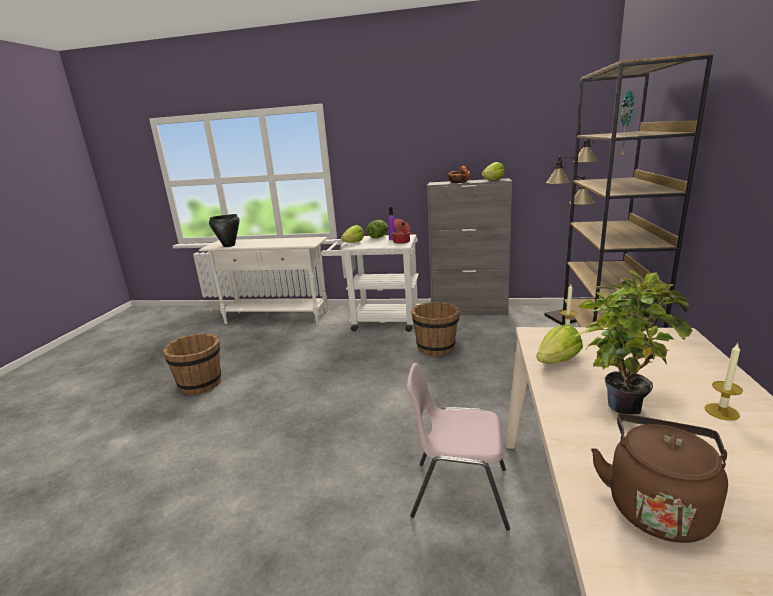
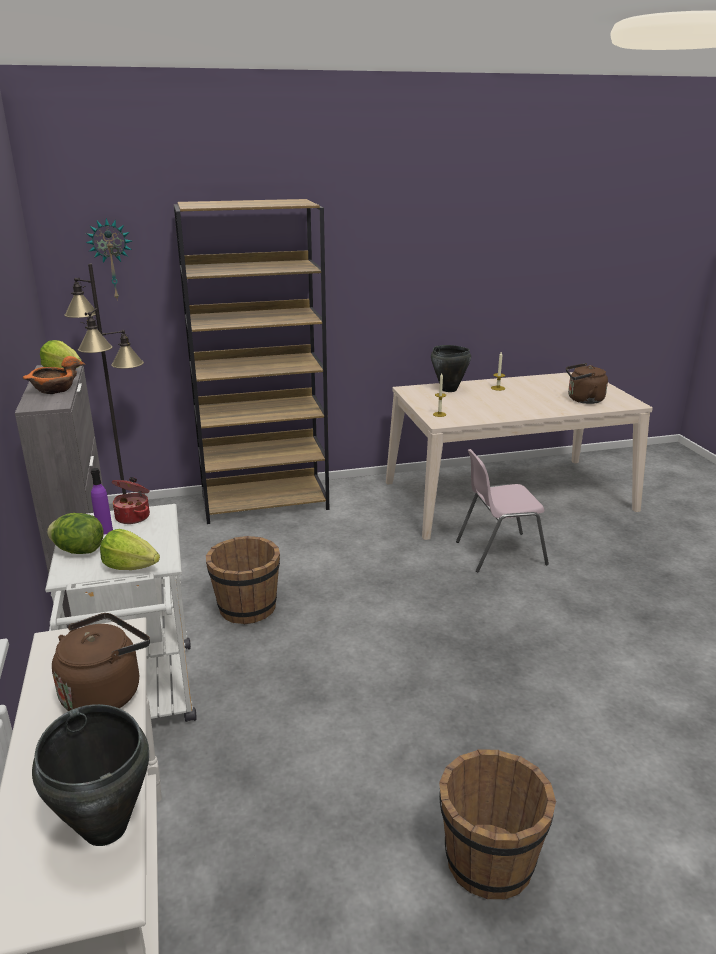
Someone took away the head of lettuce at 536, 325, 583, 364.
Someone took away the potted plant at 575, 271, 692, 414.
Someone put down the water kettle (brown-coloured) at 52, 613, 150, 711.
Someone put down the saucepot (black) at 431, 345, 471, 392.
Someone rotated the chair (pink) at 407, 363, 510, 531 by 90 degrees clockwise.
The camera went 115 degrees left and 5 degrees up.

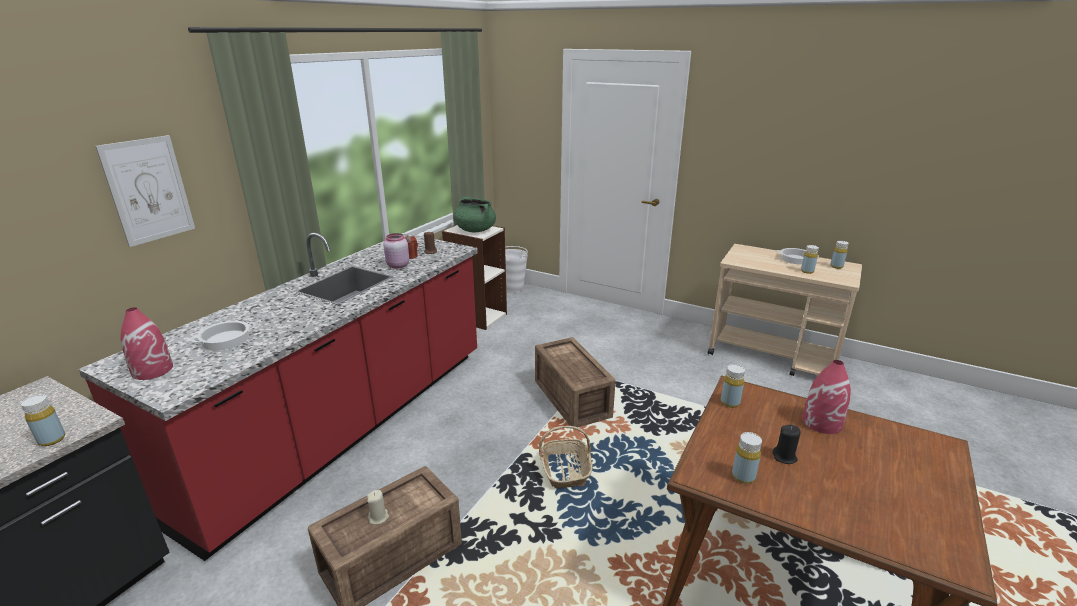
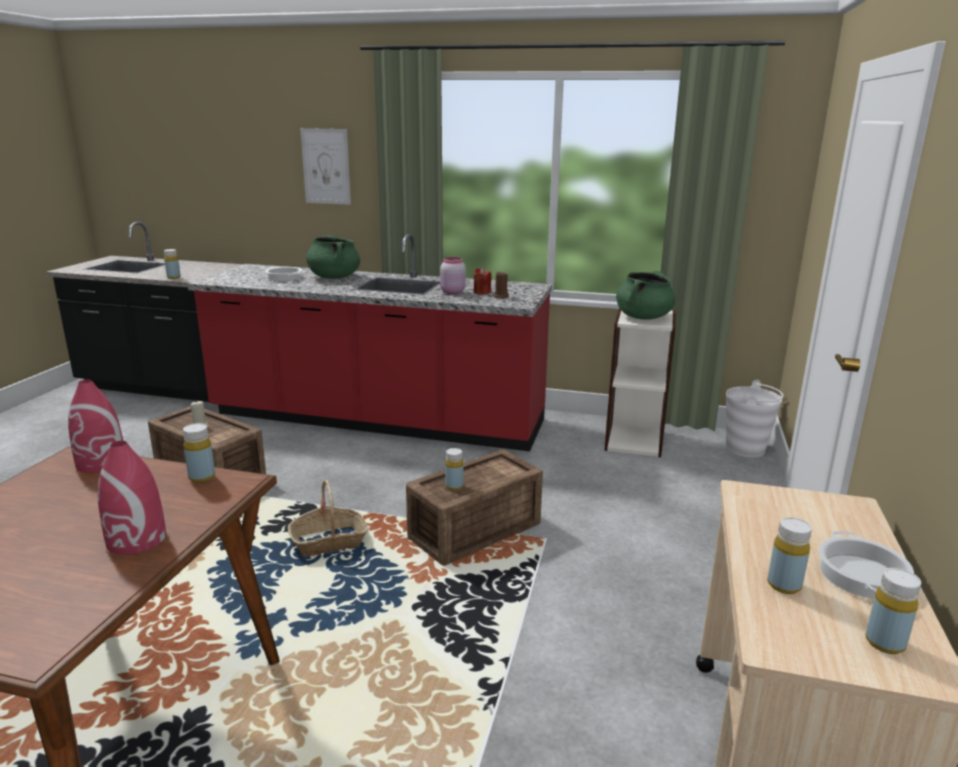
Someone took away the candle (black) at 773, 425, 800, 464.
Someone put down the saucepot (green-coloured) at 306, 235, 360, 279.
Someone carried the flower vase (red-coloured) from 120, 307, 173, 380 to 68, 380, 123, 473.
Someone carried the beverage bottle (yellow-coloured) from 732, 432, 762, 484 to 445, 448, 464, 490.
The camera went 75 degrees right and 5 degrees down.

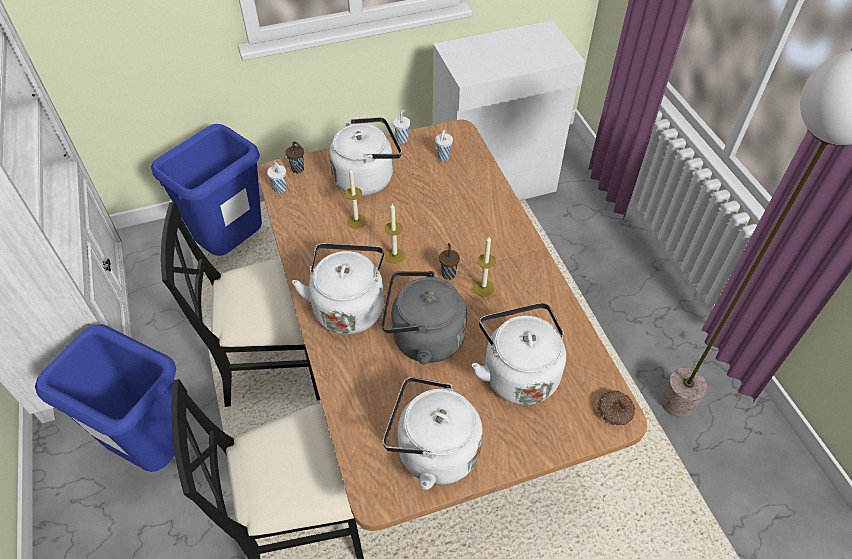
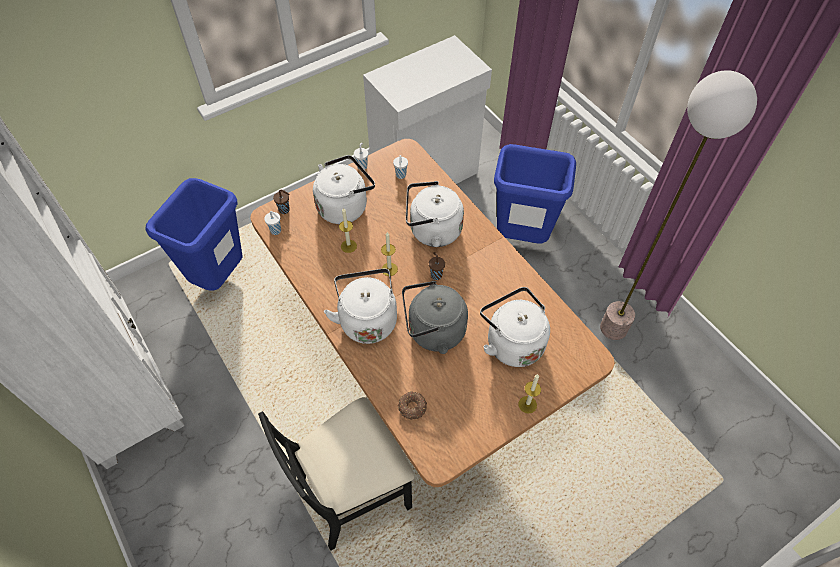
Someone took away the chair (black) at 161, 202, 320, 407.
Someone carried the waste bin (blue-coloured) from 35, 324, 176, 472 to 494, 144, 576, 244.
Someone carried the water kettle (white-coloured) from 383, 377, 483, 490 to 406, 181, 464, 247.
Someone carried the candle from 473, 237, 496, 296 to 518, 374, 541, 414.
Someone carried the donut from 597, 390, 635, 425 to 398, 391, 427, 420.
The camera went 15 degrees left and 5 degrees up.

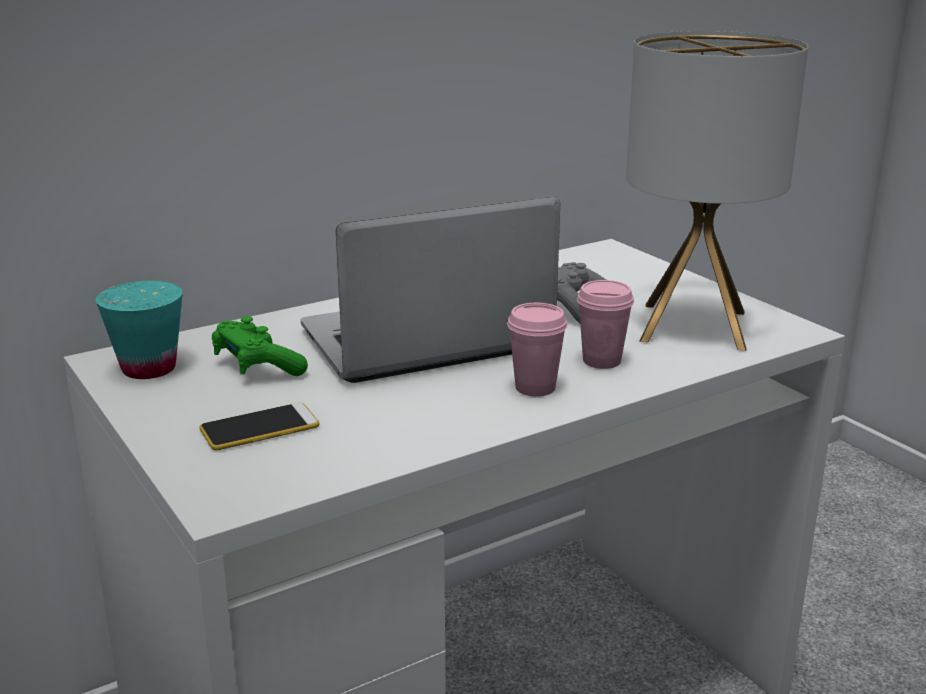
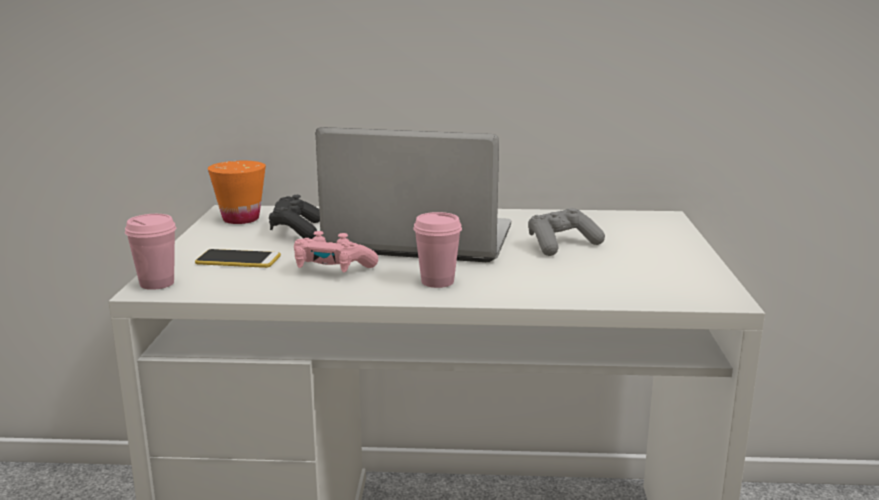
Someone took away the lamp for a table at 626, 31, 808, 351.
Someone put down the game controller (pink) at 294, 231, 378, 272.
Someone carried the small cup (pink) from 577, 280, 634, 369 to 125, 214, 176, 290.
Someone repainted the small cup (turquoise-coloured) at 96, 281, 183, 379, which became the small cup (orange) at 208, 161, 266, 224.
Someone repainted the game controller (green-coloured) at 212, 316, 308, 376, which became the game controller (black) at 269, 195, 320, 239.
The camera went 35 degrees right and 5 degrees down.

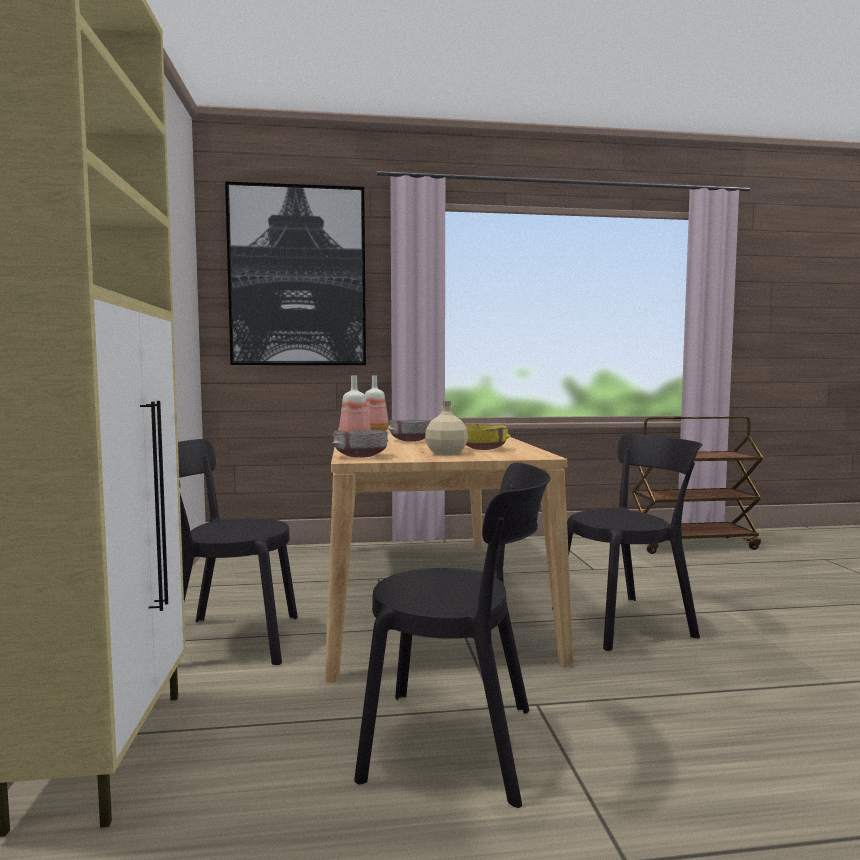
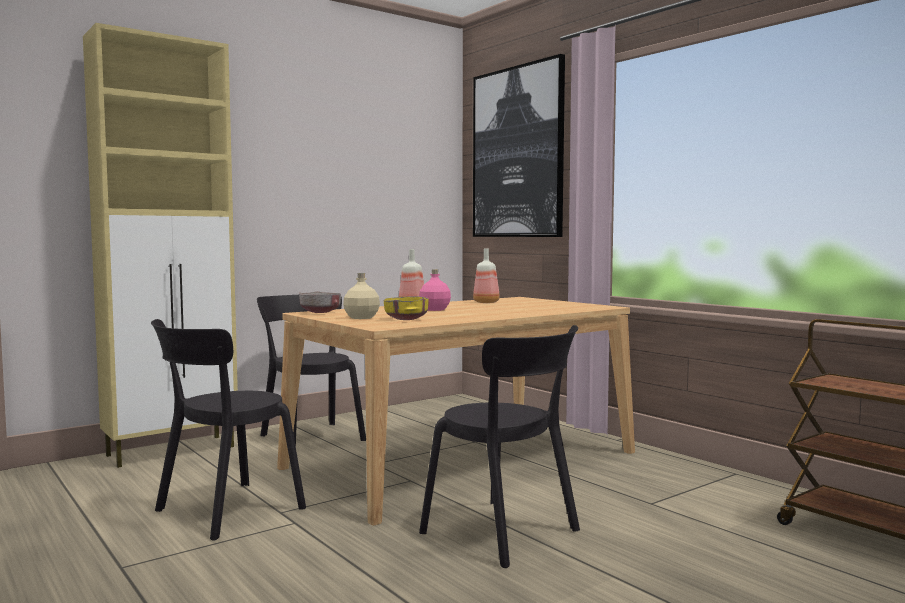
Someone swapped the deep dish (grey) at 388, 420, 432, 442 for the beverage bottle (pink) at 419, 269, 451, 311.
Someone rotated the chair (black) at 354, 463, 551, 808 by 60 degrees clockwise.
The camera went 60 degrees right and 0 degrees up.

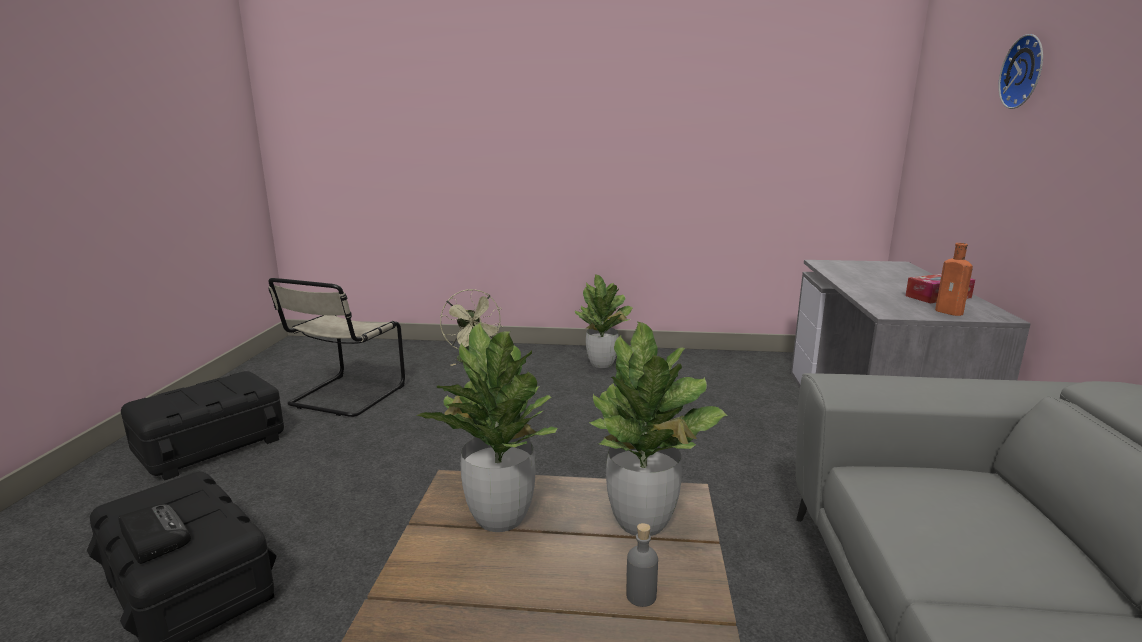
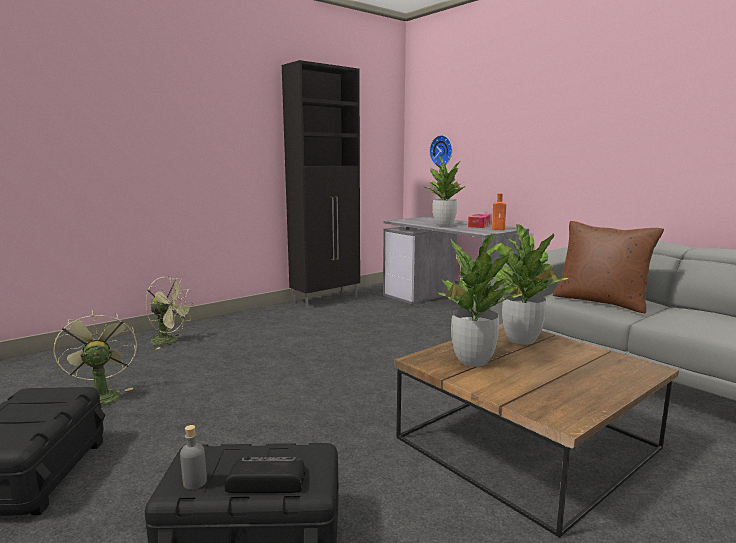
Someone put down the cupboard (black) at 282, 60, 360, 308.
Someone put down the throw pillow (brown-coloured) at 553, 221, 664, 313.
Someone carried the potted plant from 575, 275, 633, 368 to 423, 156, 466, 227.
Someone carried the beverage bottle (grey) from 626, 523, 658, 607 to 180, 425, 207, 490.
Someone carried the hanging clock from 998, 34, 1043, 109 to 429, 135, 452, 166.
Someone swapped the chair (sand-coloured) at 268, 278, 405, 417 for the electric fan (green-coloured) at 53, 310, 137, 406.
The camera went 45 degrees left and 5 degrees down.

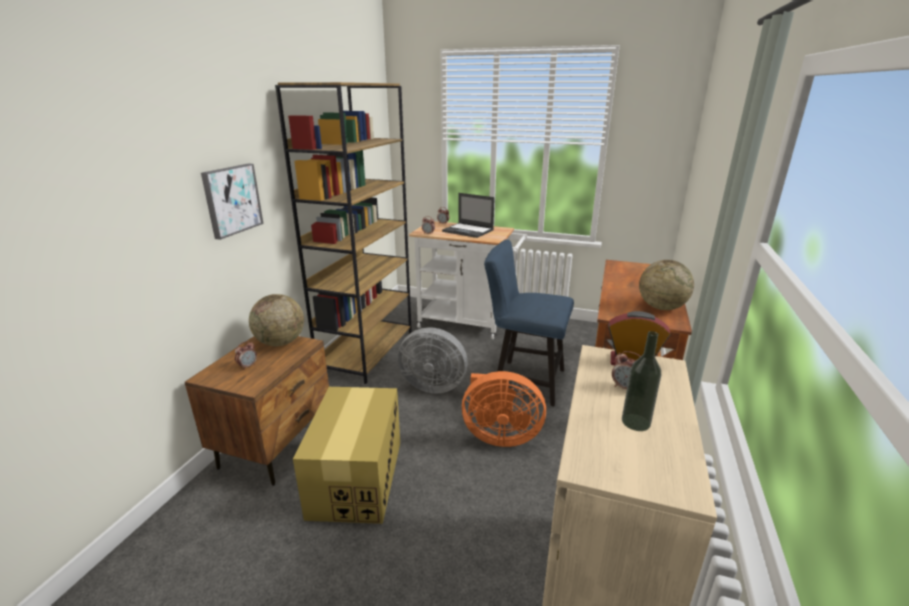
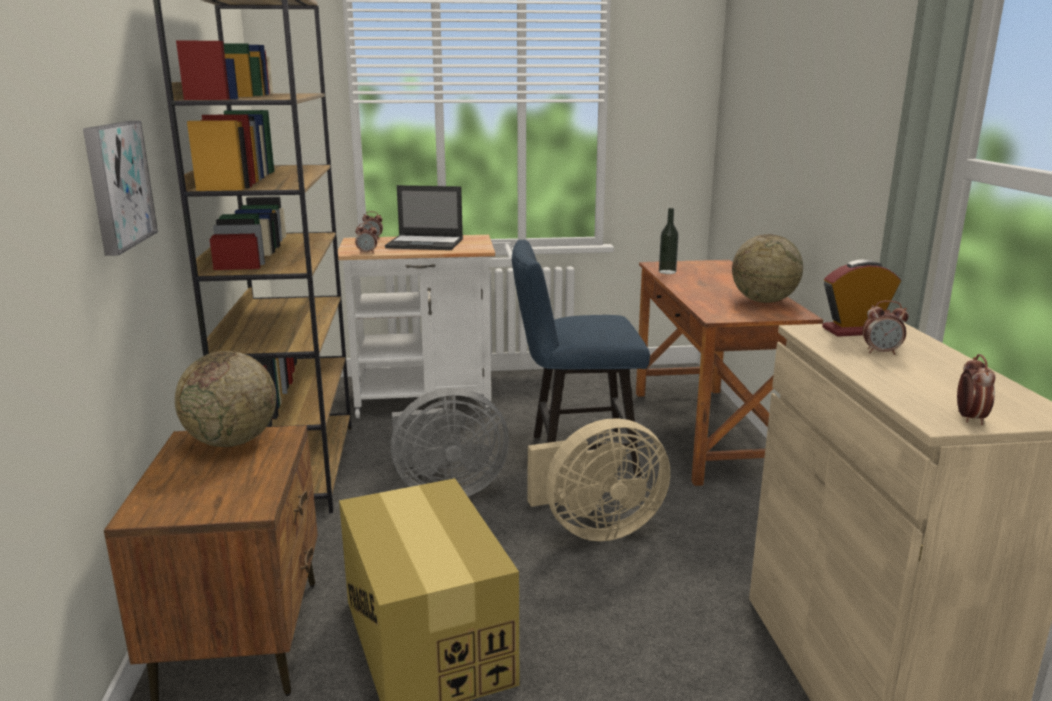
Someone carried the bedside clock from 235, 341, 257, 370 to 957, 354, 995, 425.
Someone carried the beverage bottle from 622, 331, 661, 431 to 659, 208, 679, 274.
Someone repainted the electric fan (orange) at 462, 371, 546, 447, which became the electric fan (sand-coloured) at 528, 418, 670, 541.
The camera went 25 degrees left and 5 degrees down.

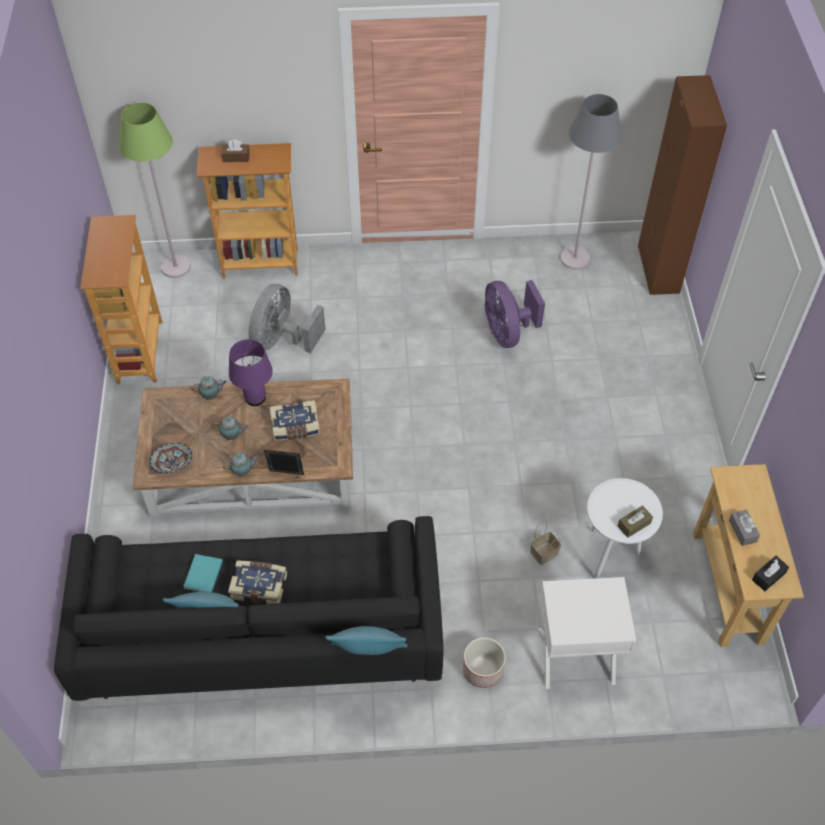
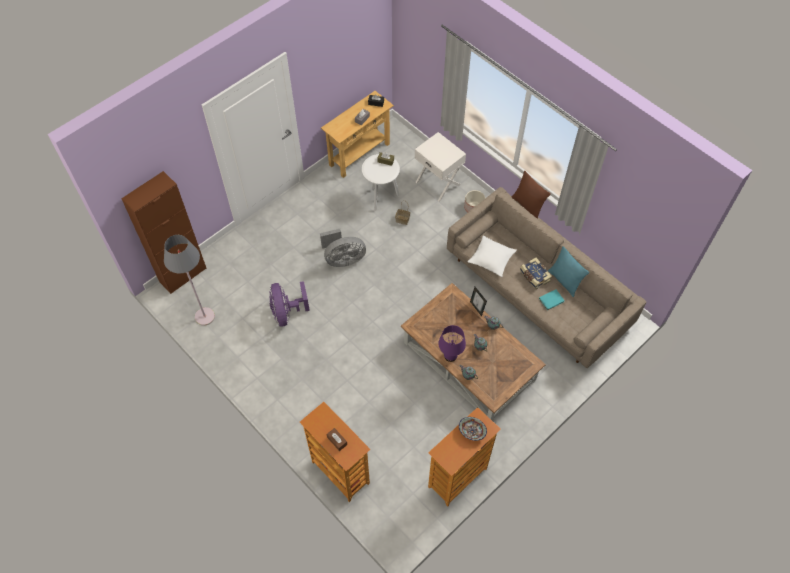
Someone took away the standing lamp (green-coloured) at 119, 102, 191, 278.
Someone took away the book at 270, 400, 320, 441.
Someone put down the throw pillow (white-coloured) at 468, 235, 517, 277.
Someone carried the deep dish from 149, 443, 192, 473 to 459, 417, 487, 441.
Someone carried the electric fan (grey) from 248, 284, 326, 353 to 320, 229, 366, 267.
Someone repainted the couch (black) at 54, 516, 443, 701, which became the couch (sand-coloured) at 447, 187, 646, 368.
Someone repainted the throw pillow (turquoise-coloured) at 325, 626, 408, 655, which became the throw pillow (brown-coloured) at 512, 171, 551, 219.
Someone rotated the electric fan (purple) at 484, 280, 545, 348 by 135 degrees clockwise.
The camera went 130 degrees left and 5 degrees up.

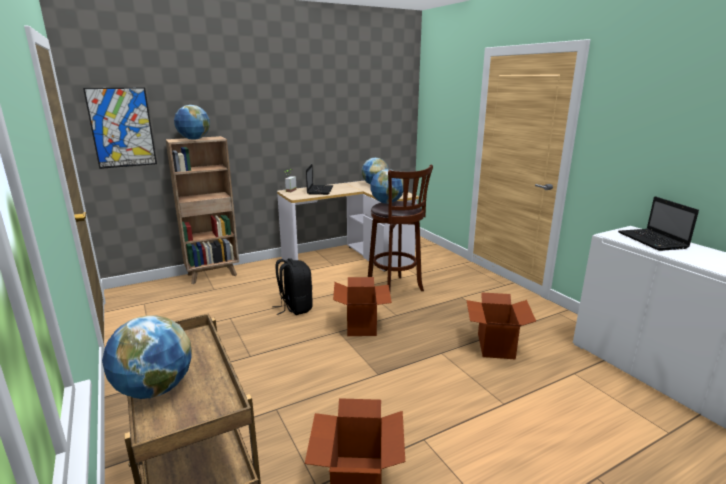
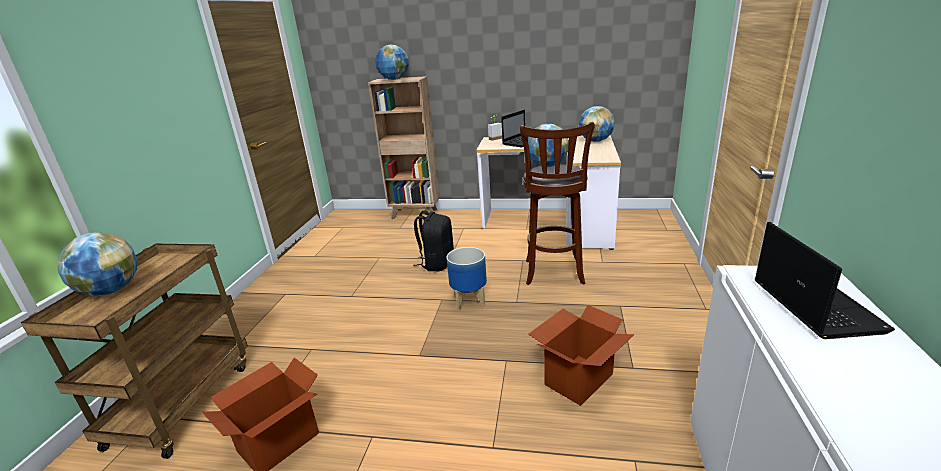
Someone took away the picture at 83, 88, 157, 169.
Someone swapped the packing box at 333, 277, 392, 336 for the planter at 446, 247, 487, 310.
Someone rotated the laptop at 618, 196, 699, 251 by 150 degrees clockwise.
The camera went 40 degrees right and 5 degrees up.

